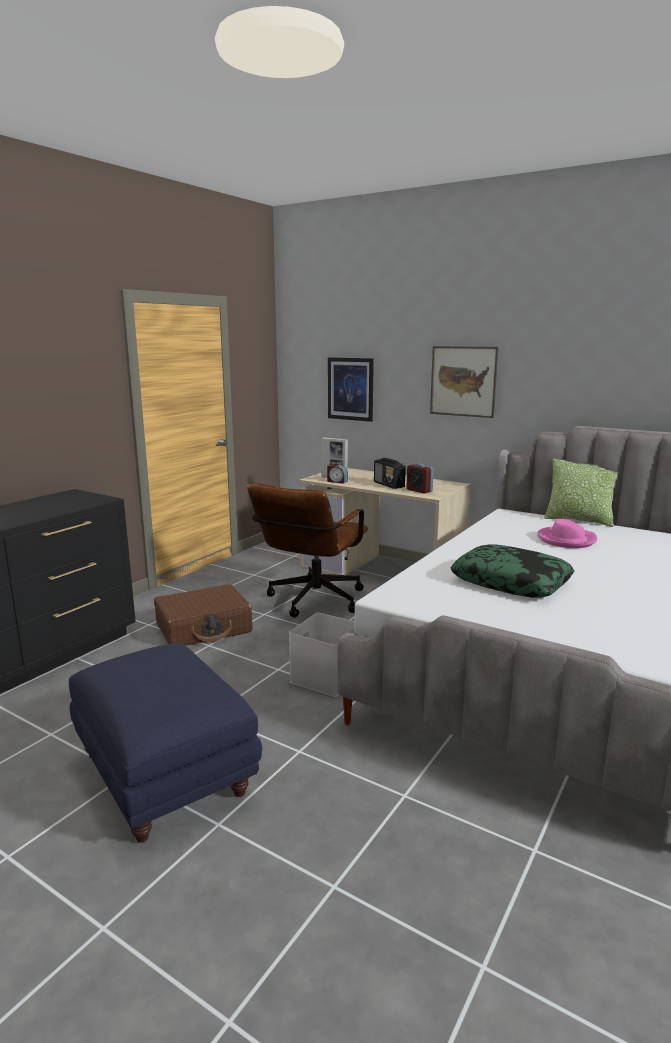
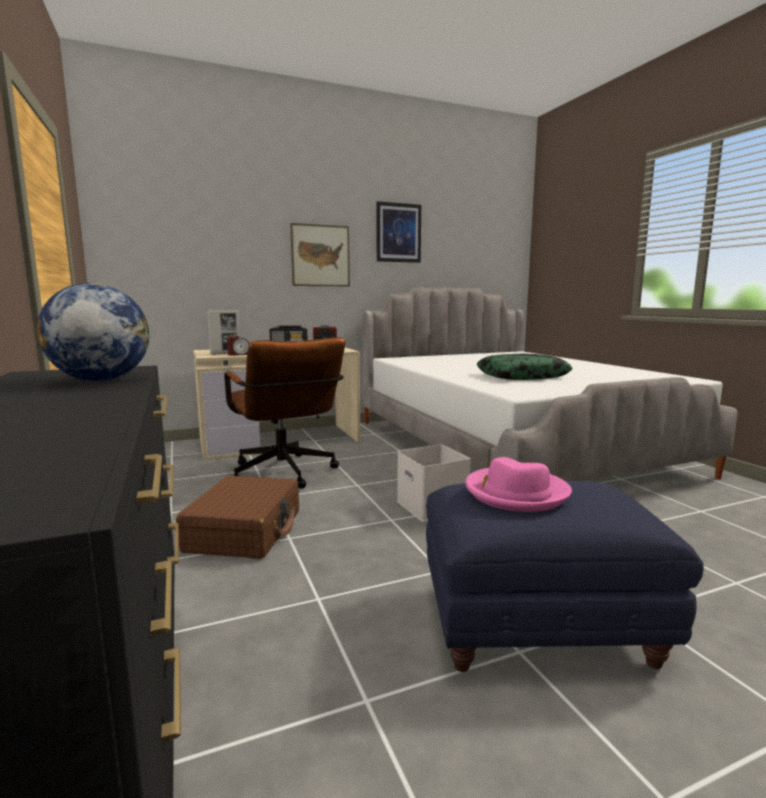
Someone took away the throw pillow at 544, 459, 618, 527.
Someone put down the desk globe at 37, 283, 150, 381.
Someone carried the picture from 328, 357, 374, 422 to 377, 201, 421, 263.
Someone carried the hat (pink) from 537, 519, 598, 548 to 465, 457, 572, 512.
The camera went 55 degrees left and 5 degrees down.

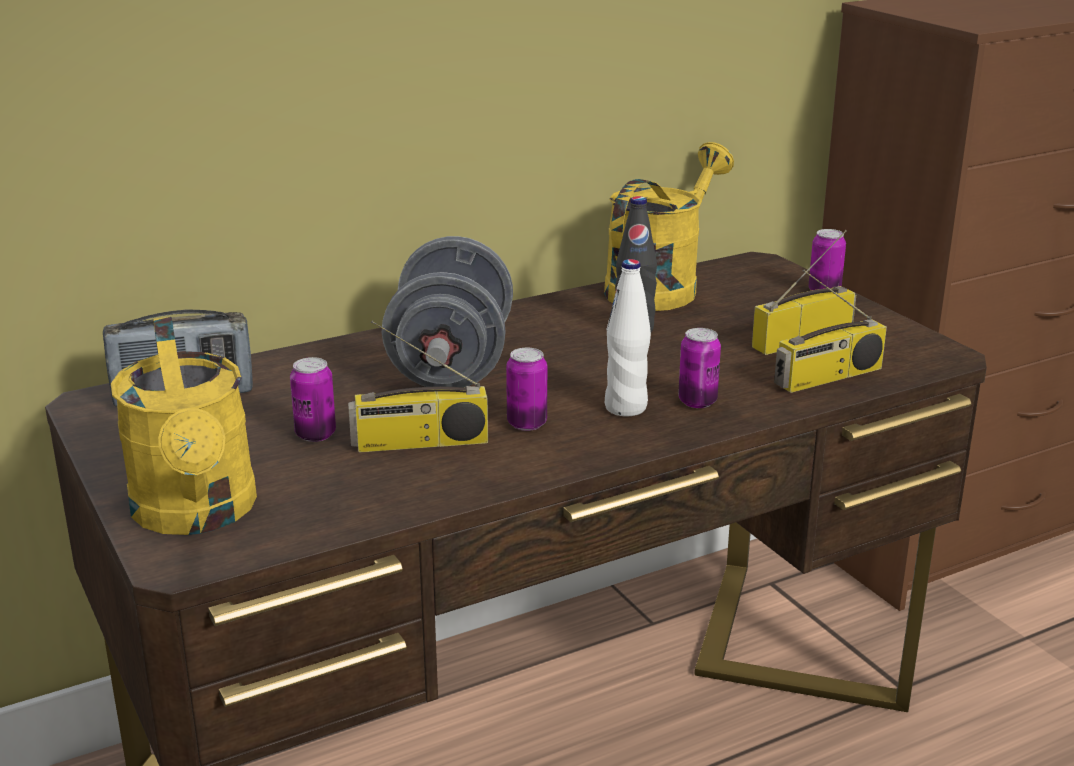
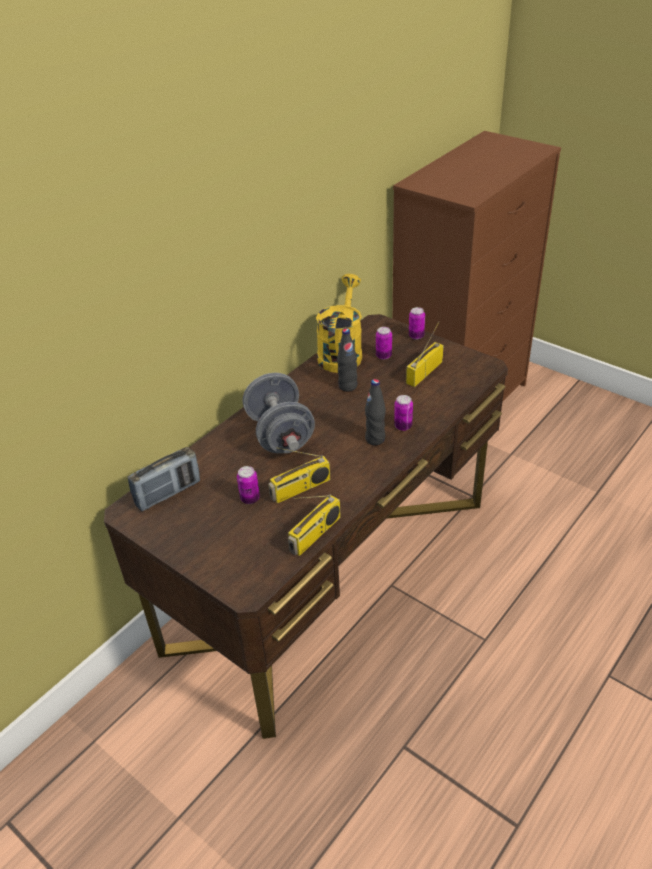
Someone took away the watering can (yellow-coloured) at 111, 317, 257, 535.
Someone carried the metal can from 506, 348, 547, 431 to 376, 327, 392, 360.
Someone carried the radio from 774, 269, 887, 393 to 288, 495, 341, 556.
Someone repainted the beverage bottle (white-coloured) at 605, 259, 651, 417, which became the beverage bottle (black) at 365, 379, 386, 445.
The camera went 20 degrees left and 15 degrees up.

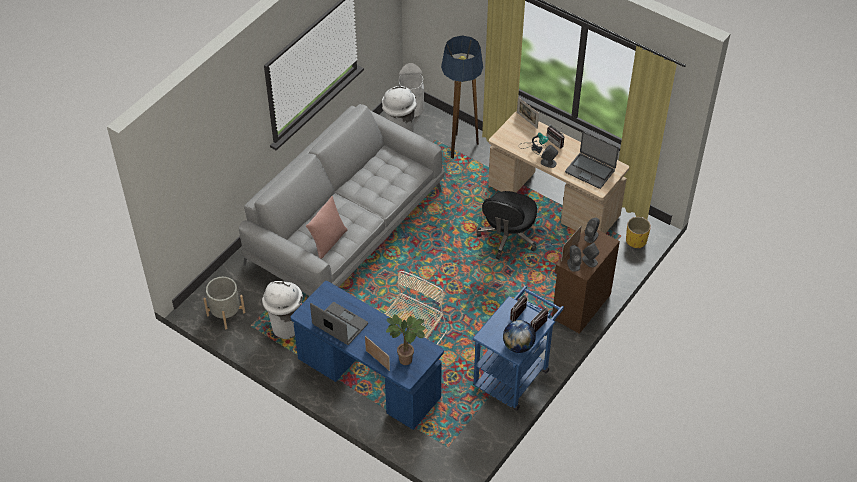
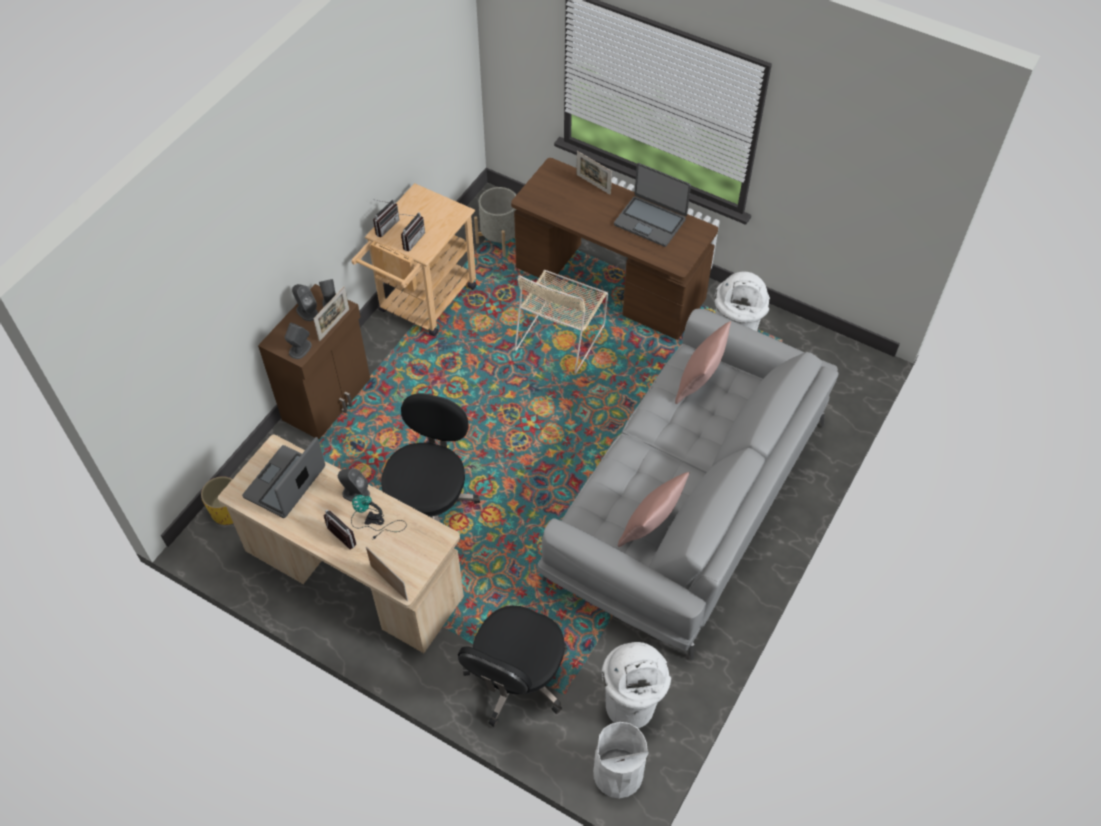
Someone took away the potted plant at 386, 314, 425, 365.
Someone took away the desk globe at 503, 320, 536, 353.
Someone put down the throw pillow (pink) at 618, 472, 690, 547.
Someone carried the planter (grey) from 203, 277, 245, 329 to 474, 187, 516, 257.
Someone swapped the standing lamp at 441, 36, 483, 159 for the computer chair (black) at 458, 606, 568, 727.
Someone repainted the desk (blue-coloured) at 291, 281, 444, 430, which became the desk (brown-coloured) at 511, 158, 718, 340.
Someone repainted the cart (blue-coloured) at 472, 286, 564, 410, which became the cart (sand-coloured) at 352, 183, 477, 336.
Someone rotated the laptop at 565, 131, 619, 189 by 90 degrees counterclockwise.
The camera went 175 degrees right and 5 degrees up.

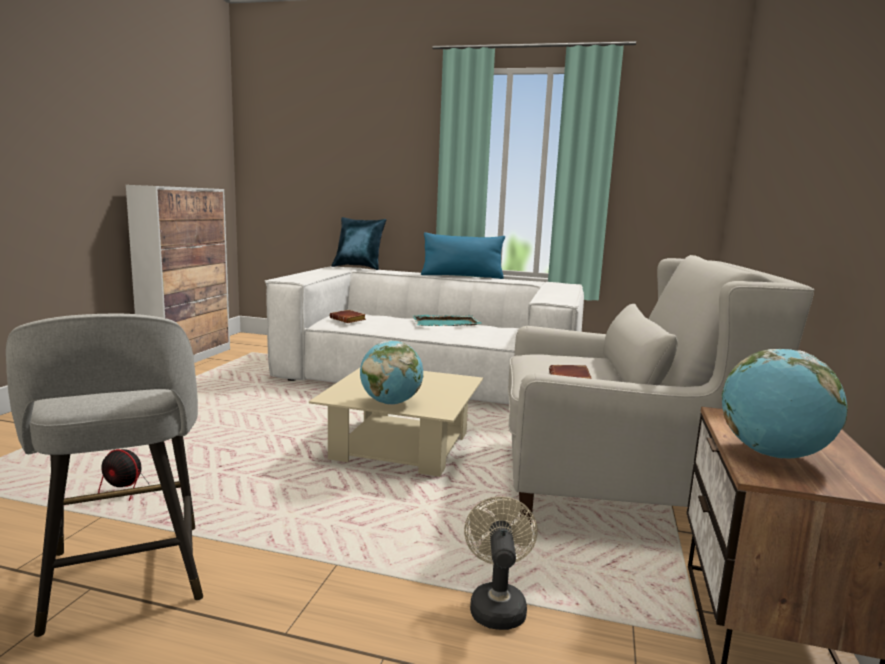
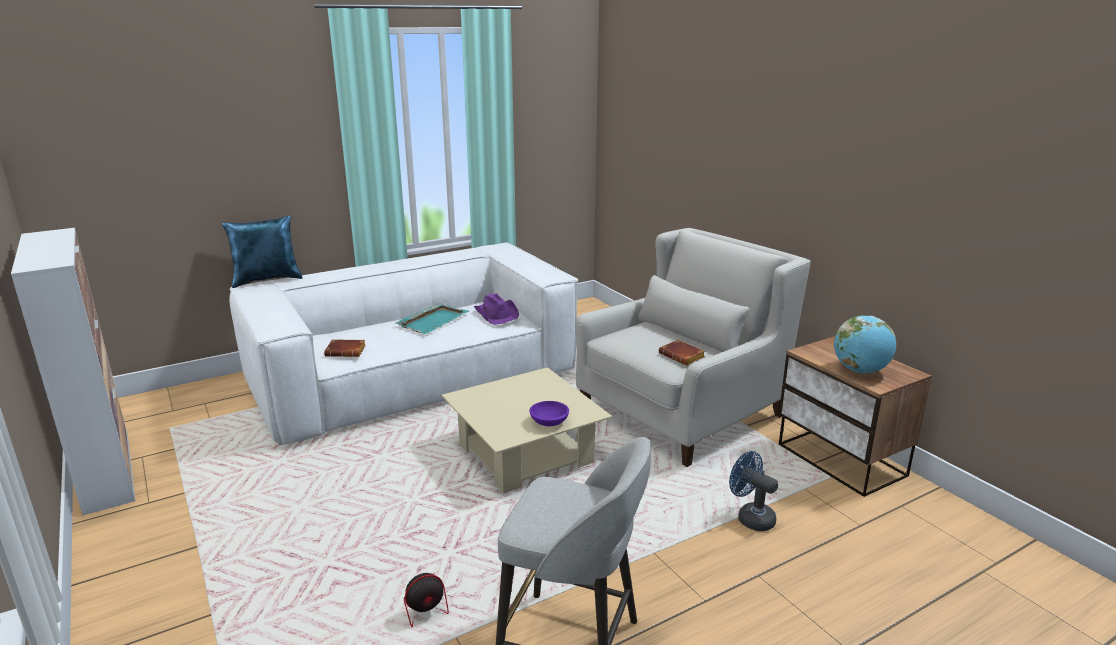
Someone took away the throw pillow (blue-coloured) at 421, 232, 505, 279.
Someone put down the hat (purple) at 474, 293, 519, 325.
Someone swapped the desk globe at 360, 341, 423, 405 for the deep dish (purple) at 529, 401, 569, 426.
Someone repainted the electric fan (sand-coloured) at 464, 496, 538, 630, which became the electric fan (blue-coloured) at 729, 451, 778, 531.
The camera went 45 degrees left and 10 degrees up.

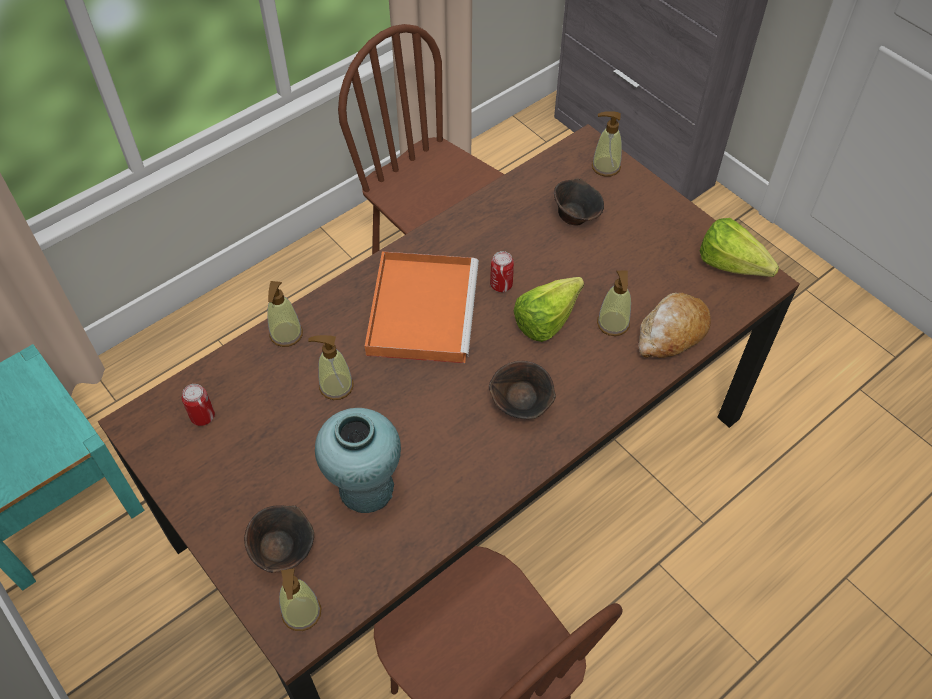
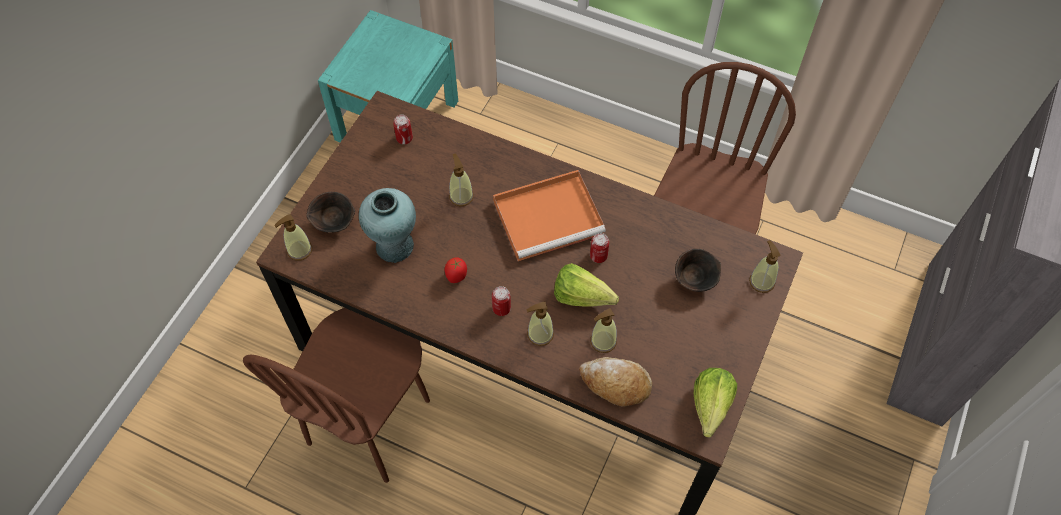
Someone put down the fresh tomato at 445, 257, 467, 283.
Someone carried the soap bottle from 267, 281, 303, 347 to 527, 301, 554, 346.
Someone swapped the deep dish (brown-coloured) at 489, 361, 556, 419 for the metal can at 492, 286, 511, 316.
The camera went 65 degrees right and 5 degrees up.

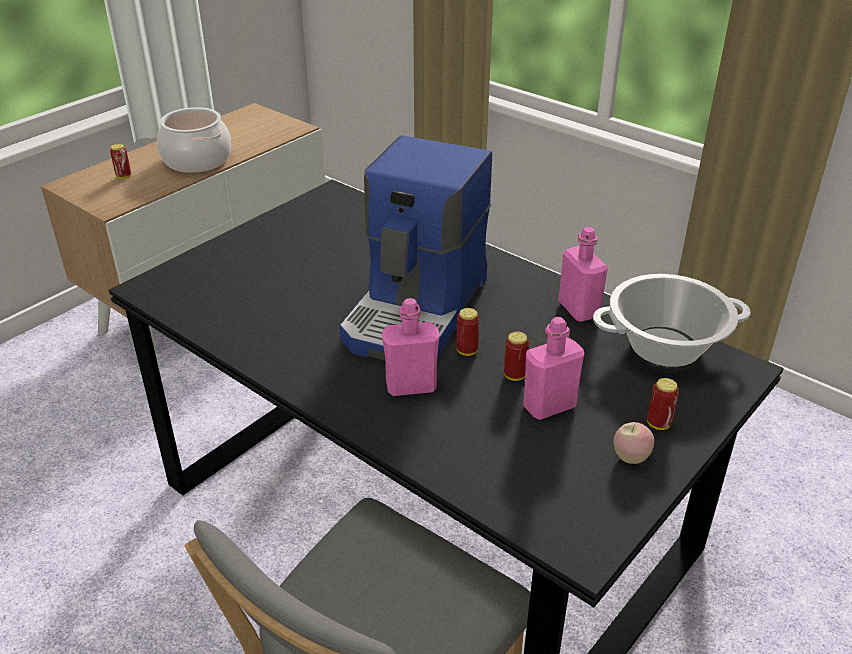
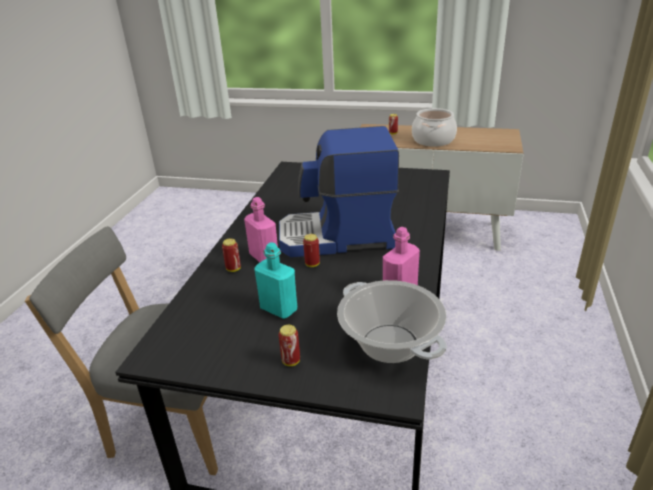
Someone took away the apple at 613, 422, 655, 464.
Someone carried the metal can from 504, 332, 529, 381 to 222, 239, 241, 272.
Someone repainted the beverage bottle (pink) at 523, 317, 584, 420, which became the beverage bottle (turquoise-coloured) at 254, 242, 297, 319.
The camera went 65 degrees right and 5 degrees down.

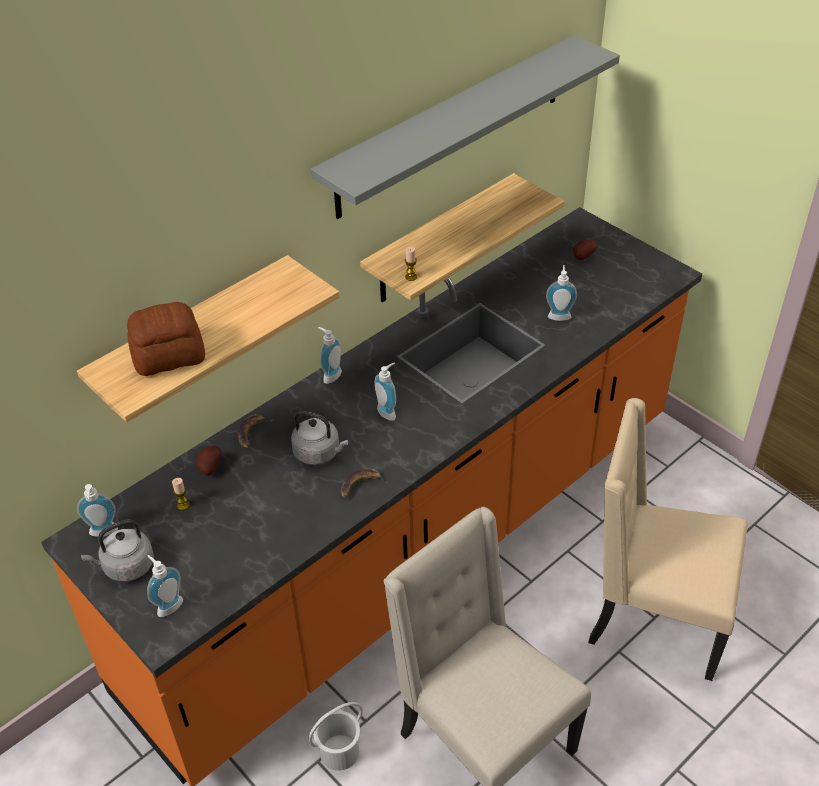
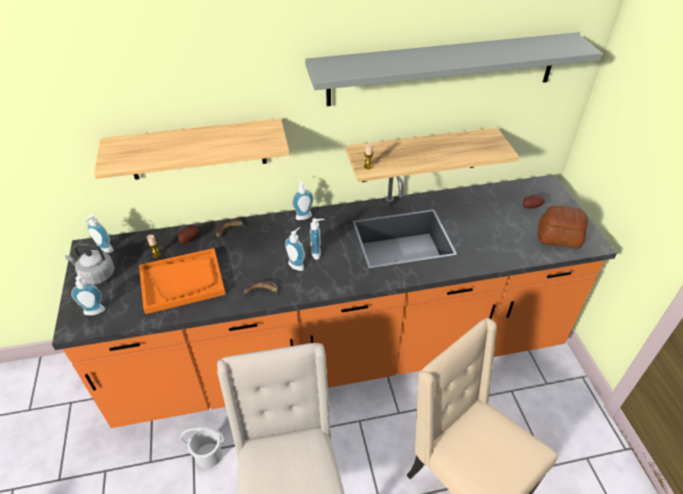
Someone took away the water kettle (grey) at 291, 411, 348, 465.
Someone put down the carrying tray (orange) at 139, 248, 226, 314.
Someone carried the baked bread from 127, 302, 205, 376 to 538, 206, 588, 249.
Someone carried the soap bottle from 546, 265, 577, 321 to 285, 227, 305, 271.
The camera went 30 degrees right and 0 degrees up.

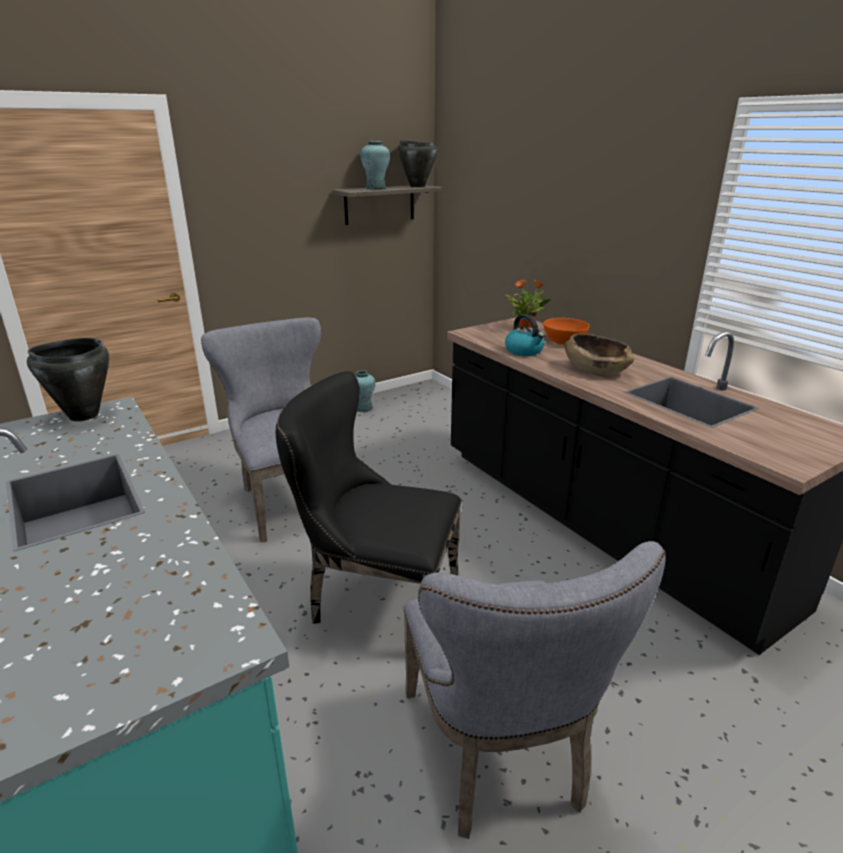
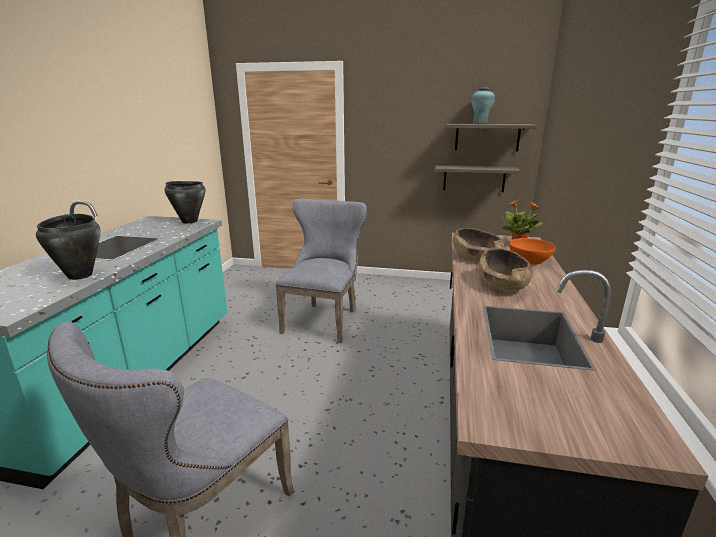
Someone took away the chair (black) at 276, 371, 462, 624.
Someone took away the flower vase (turquoise-coloured) at 355, 370, 376, 412.
Someone put up the bracket shelf at 435, 165, 521, 192.
Someone carried the saucepot (black) from 398, 140, 438, 187 to 36, 214, 100, 280.
Someone swapped the water kettle at 505, 314, 545, 356 for the deep dish (brown-coloured) at 453, 228, 504, 261.
The camera went 45 degrees right and 5 degrees down.

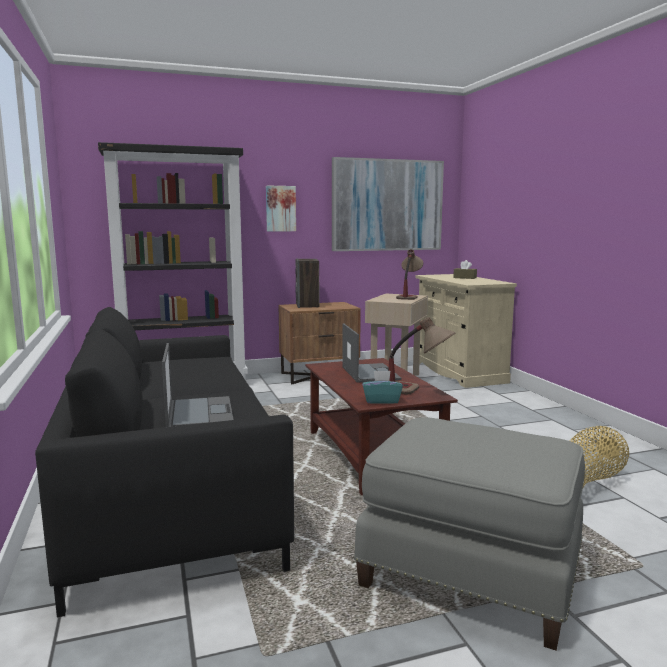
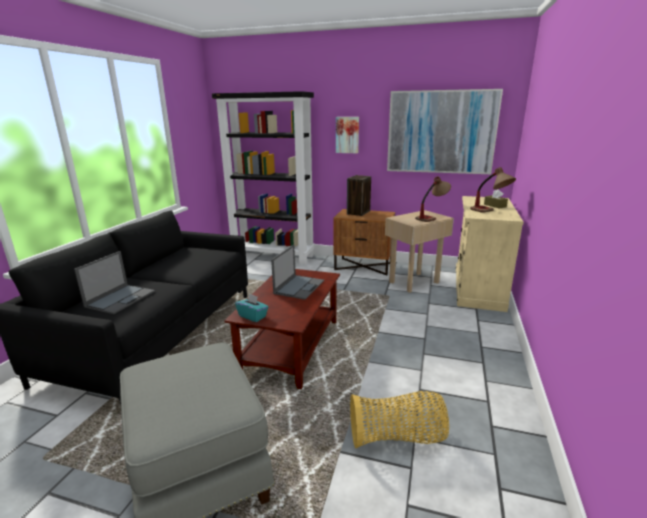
Someone carried the lamp for a table from 388, 317, 455, 394 to 470, 167, 516, 213.
The camera went 35 degrees right and 10 degrees up.

